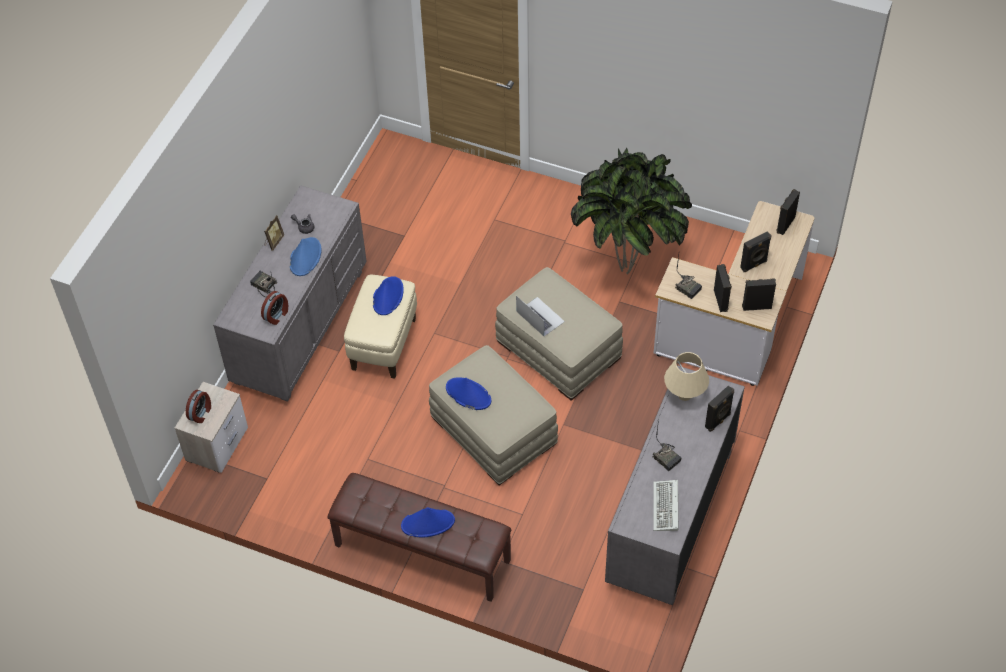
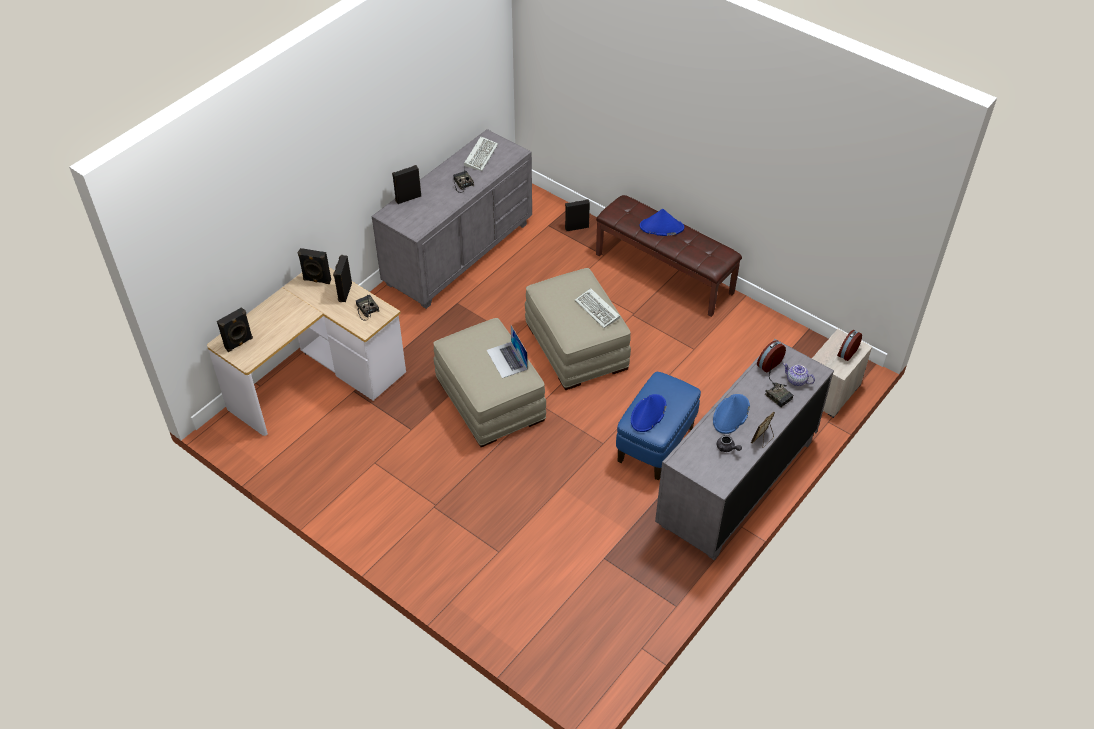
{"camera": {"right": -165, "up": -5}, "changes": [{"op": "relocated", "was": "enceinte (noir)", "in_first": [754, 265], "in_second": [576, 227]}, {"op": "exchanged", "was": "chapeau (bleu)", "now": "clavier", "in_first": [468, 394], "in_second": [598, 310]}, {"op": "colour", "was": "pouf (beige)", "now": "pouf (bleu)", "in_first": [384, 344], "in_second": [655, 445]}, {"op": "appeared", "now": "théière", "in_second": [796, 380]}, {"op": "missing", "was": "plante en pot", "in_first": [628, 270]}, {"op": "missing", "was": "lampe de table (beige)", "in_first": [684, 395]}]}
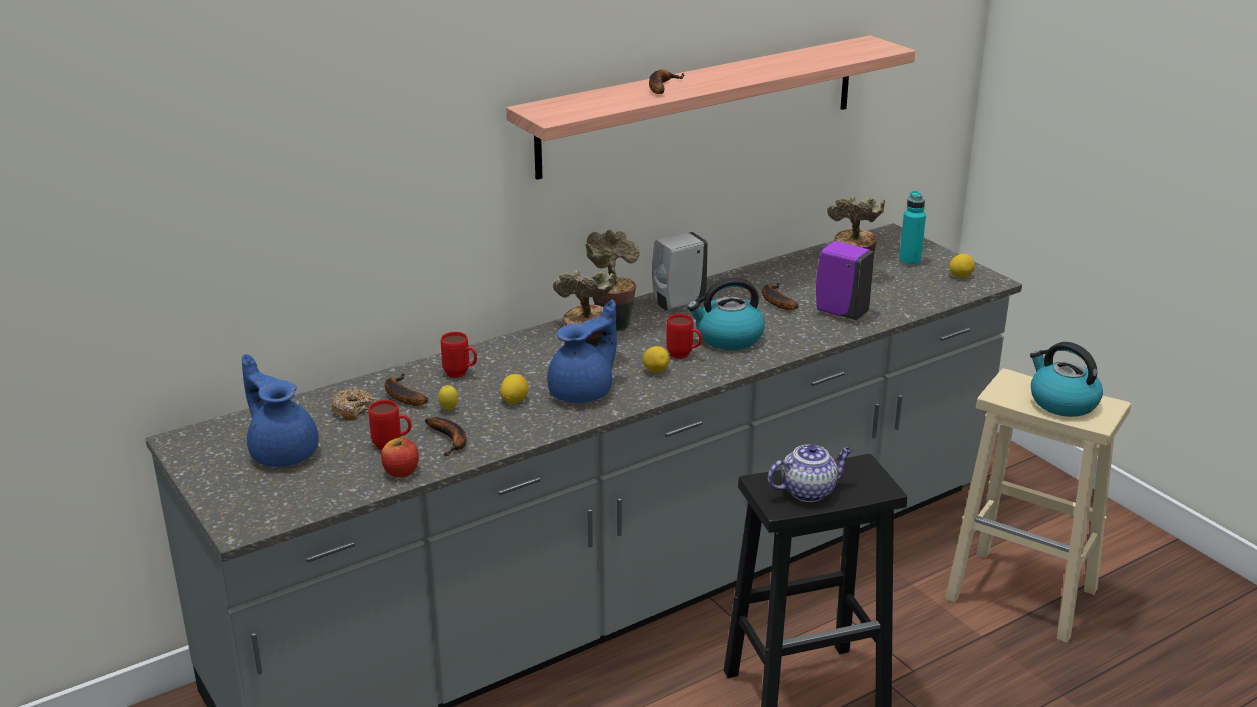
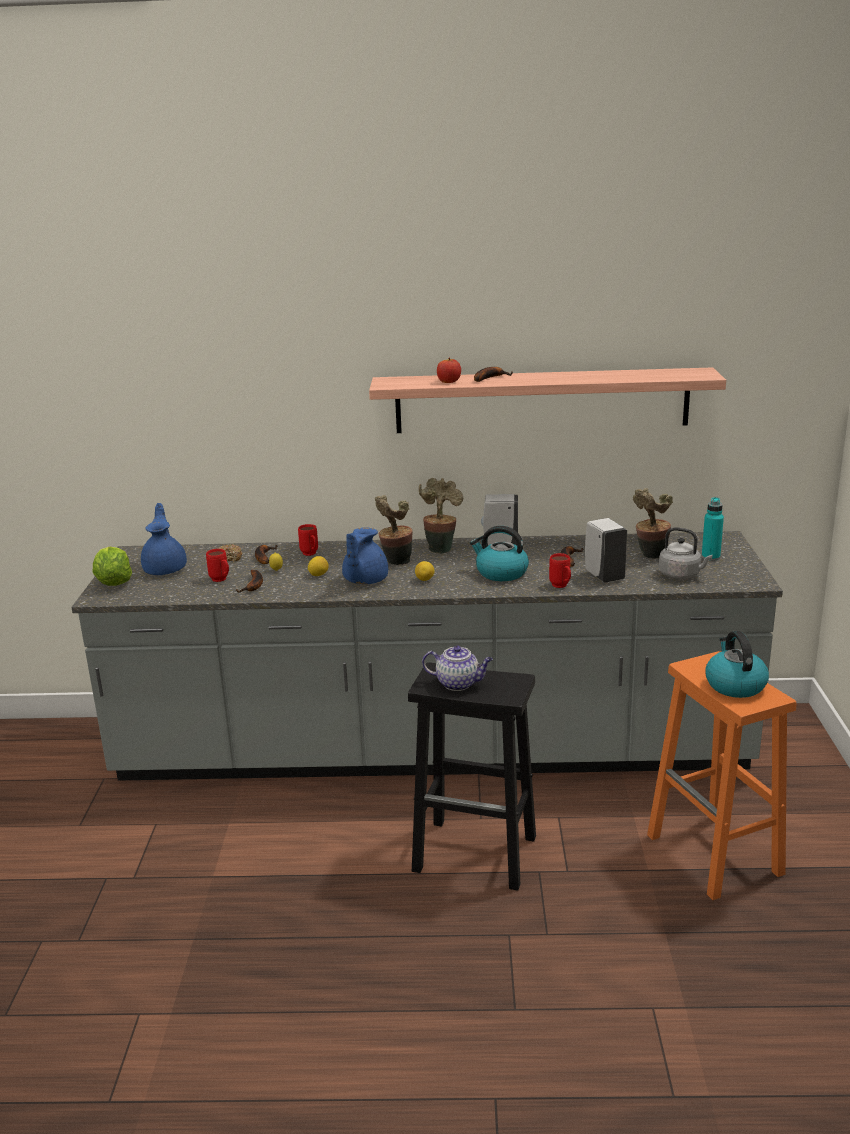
{"camera": {"right": 35, "up": -5}, "changes": [{"op": "appeared", "now": "laitue", "in_second": [114, 582]}, {"op": "spun", "was": "théière (bleu)", "in_first": [583, 392], "in_second": [364, 580], "clockwise": 120}, {"op": "relocated", "was": "pomme", "in_first": [401, 472], "in_second": [449, 381]}, {"op": "relocated", "was": "mug (rouge)", "in_first": [684, 356], "in_second": [561, 586]}, {"op": "colour", "was": "distributeur de savon (violet)", "now": "distributeur de savon (blanc)", "in_first": [839, 312], "in_second": [603, 576]}, {"op": "colour", "was": "tabouret (beige)", "now": "tabouret (orange)", "in_first": [1024, 595], "in_second": [716, 855]}, {"op": "appeared", "now": "bouilloire (gris)", "in_second": [681, 575]}, {"op": "missing", "was": "citron", "in_first": [960, 276]}]}
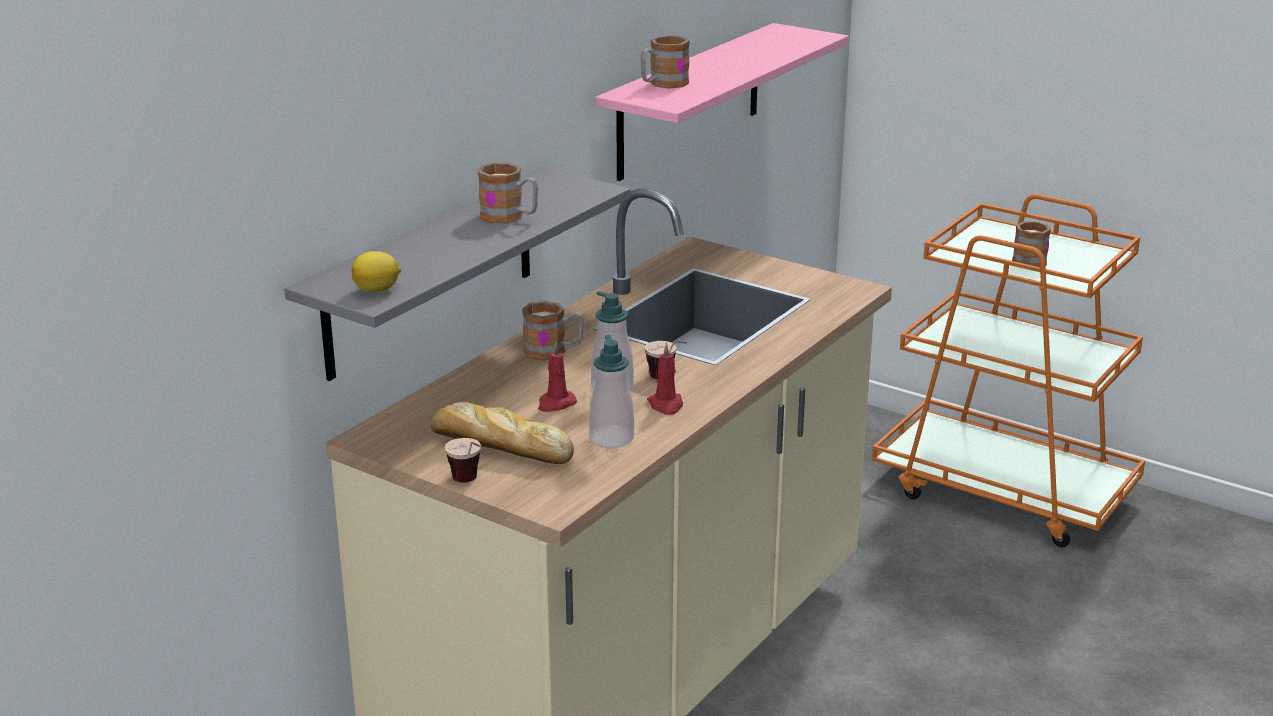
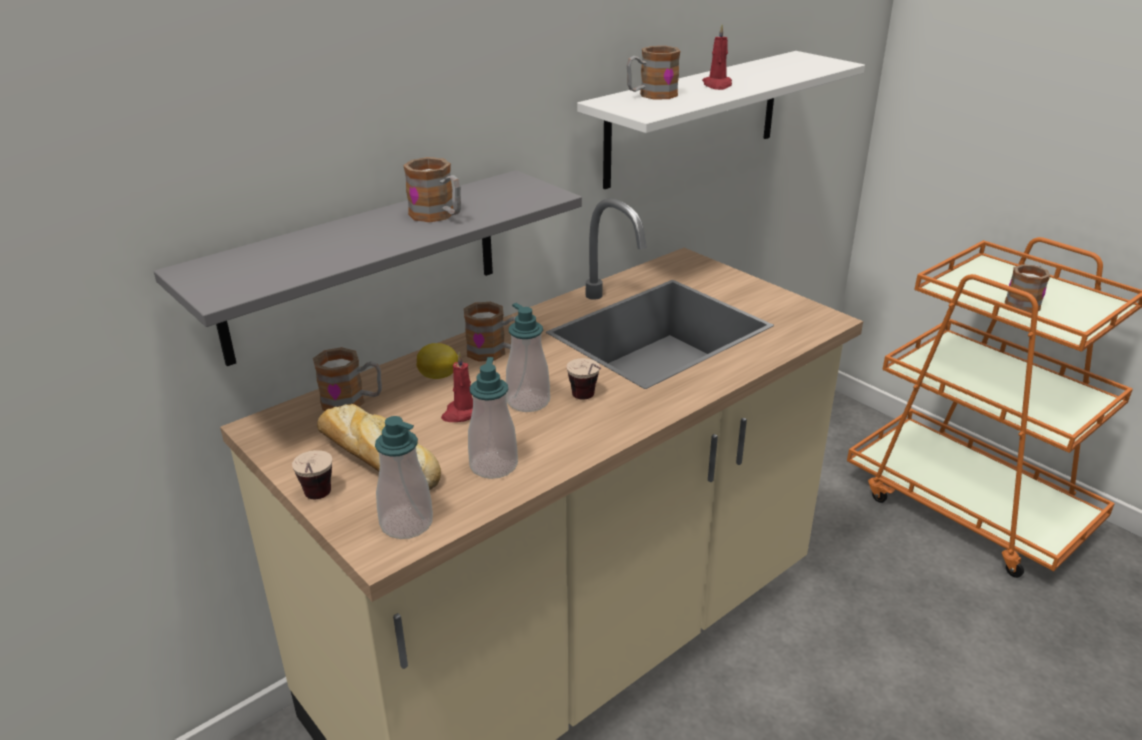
{"camera": {"right": 15, "up": 5}, "changes": [{"op": "appeared", "now": "mug", "in_second": [352, 402]}, {"op": "appeared", "now": "distributeur de savon", "in_second": [406, 523]}, {"op": "relocated", "was": "citron", "in_first": [378, 290], "in_second": [439, 376]}, {"op": "colour", "was": "étagère (rose)", "now": "étagère (blanc)", "in_first": [690, 101], "in_second": [694, 118]}, {"op": "relocated", "was": "bougie (rouge)", "in_first": [666, 405], "in_second": [717, 85]}]}
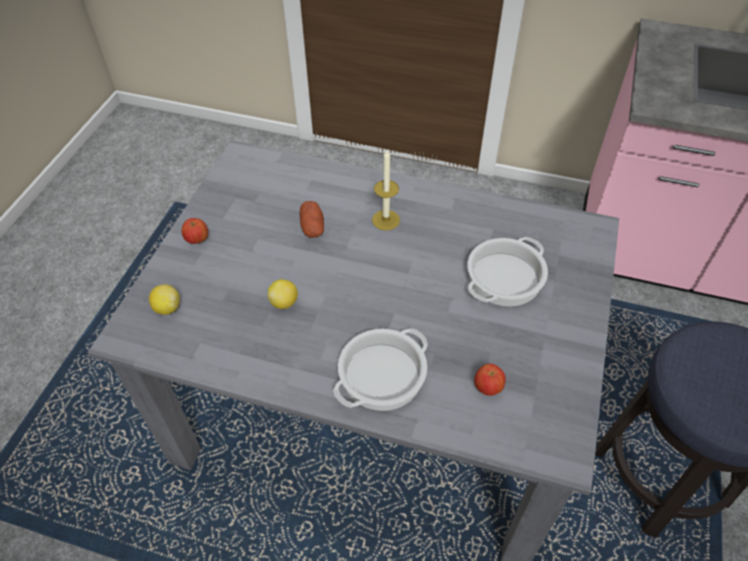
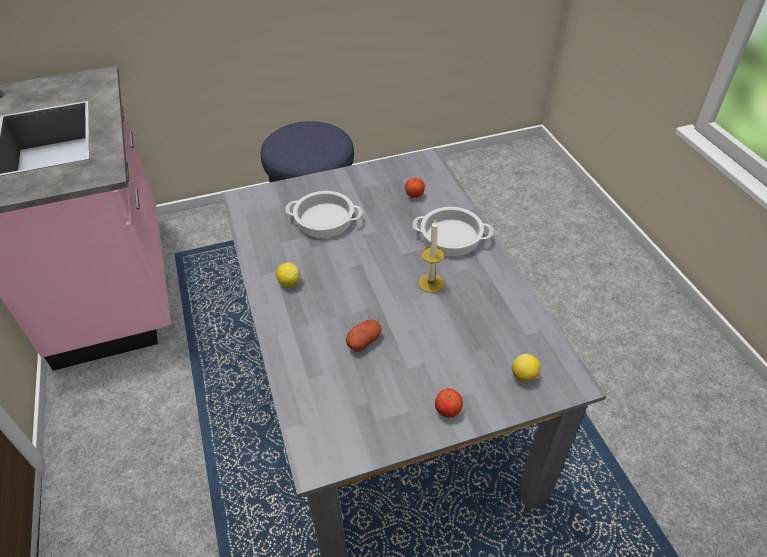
{"camera": {"right": -125, "up": -5}, "changes": [{"op": "relocated", "was": "citron", "in_first": [284, 302], "in_second": [289, 283]}, {"op": "relocated", "was": "bougie", "in_first": [386, 220], "in_second": [431, 283]}]}
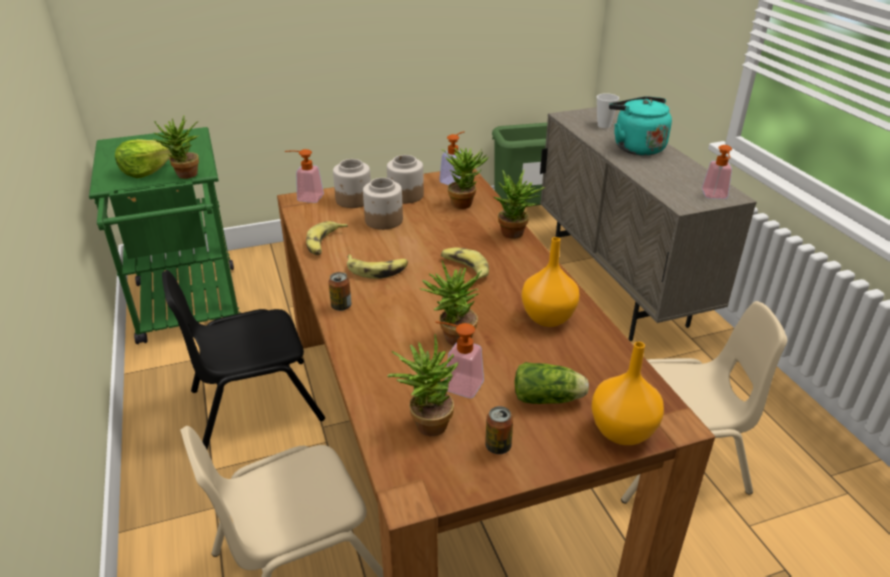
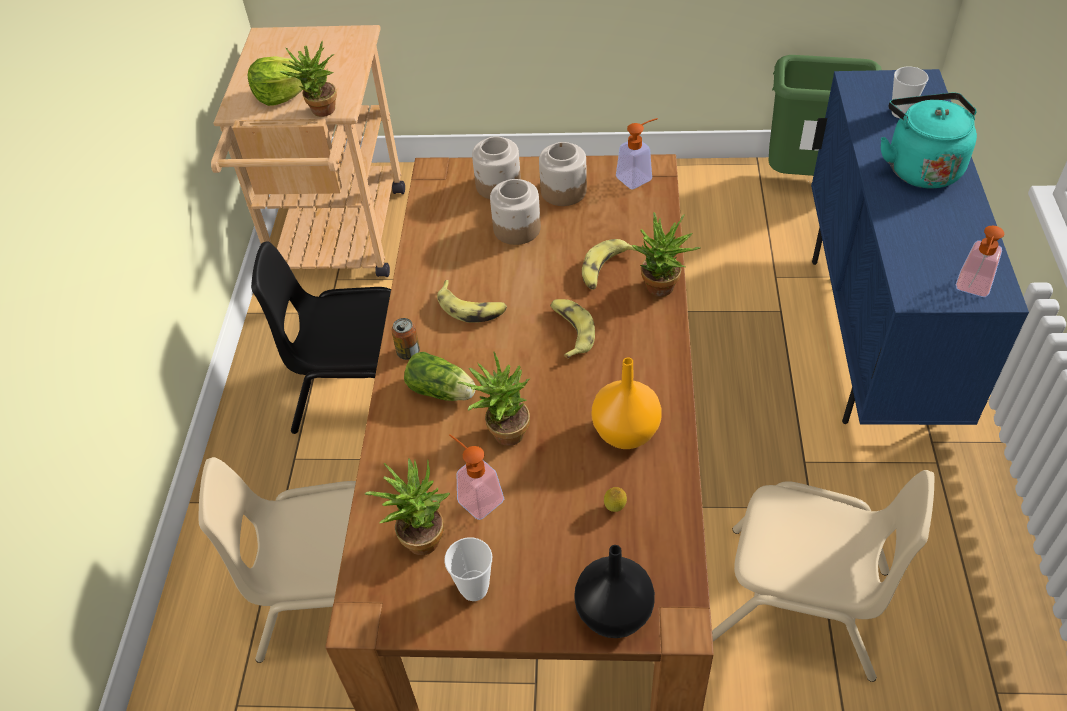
{"camera": {"right": 25, "up": 15}, "changes": [{"op": "colour", "was": "chariot (vert)", "now": "chariot (beige)", "in_first": [190, 310], "in_second": [338, 243]}, {"op": "relocated", "was": "laitue", "in_first": [549, 398], "in_second": [443, 392]}, {"op": "exchanged", "was": "boîte métallique", "now": "tasse", "in_first": [498, 446], "in_second": [474, 589]}, {"op": "colour", "was": "vase (orange)", "now": "vase (noir)", "in_first": [621, 432], "in_second": [612, 614]}, {"op": "relocated", "was": "banane", "in_first": [325, 243], "in_second": [605, 269]}, {"op": "appeared", "now": "citron", "in_second": [615, 508]}, {"op": "colour", "was": "meuble de rangement (beige)", "now": "meuble de rangement (bleu)", "in_first": [617, 289], "in_second": [871, 338]}, {"op": "missing", "was": "distributeur de savon", "in_first": [306, 197]}, {"op": "missing", "was": "plante en pot", "in_first": [464, 202]}]}
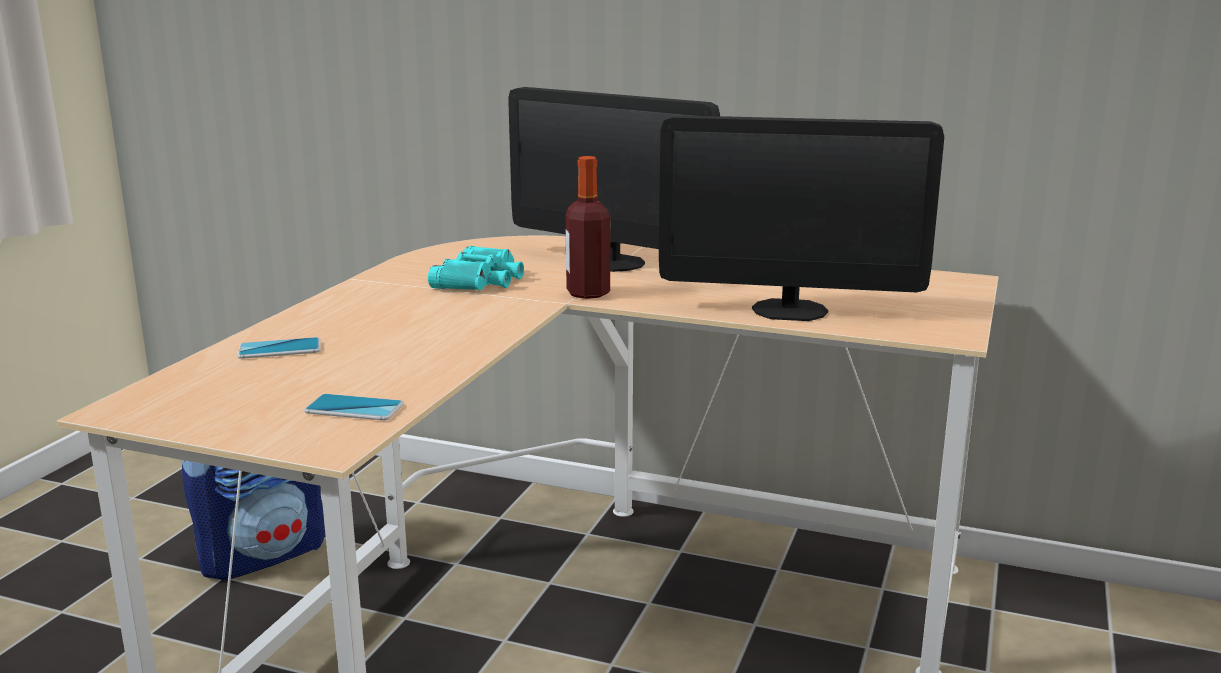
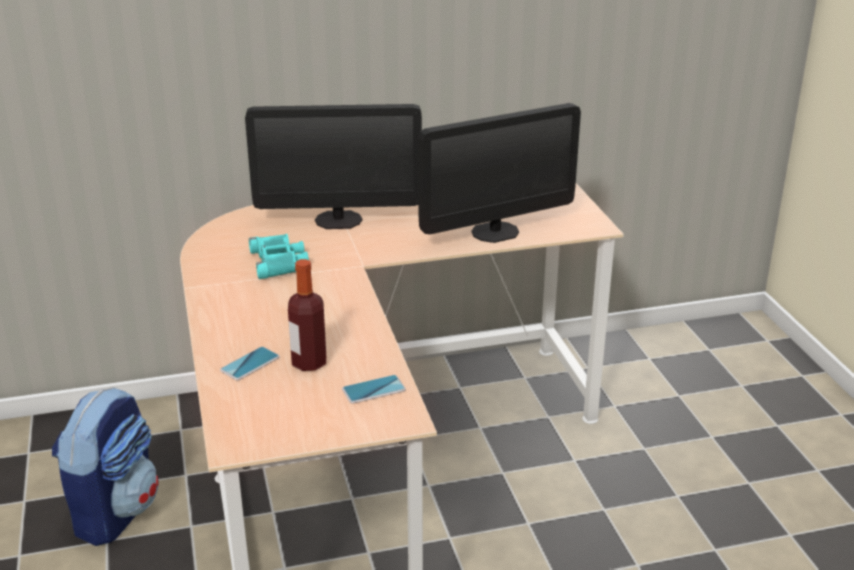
{"camera": {"right": -35, "up": 10}, "changes": [{"op": "relocated", "was": "bouteille", "in_first": [588, 293], "in_second": [309, 363]}]}
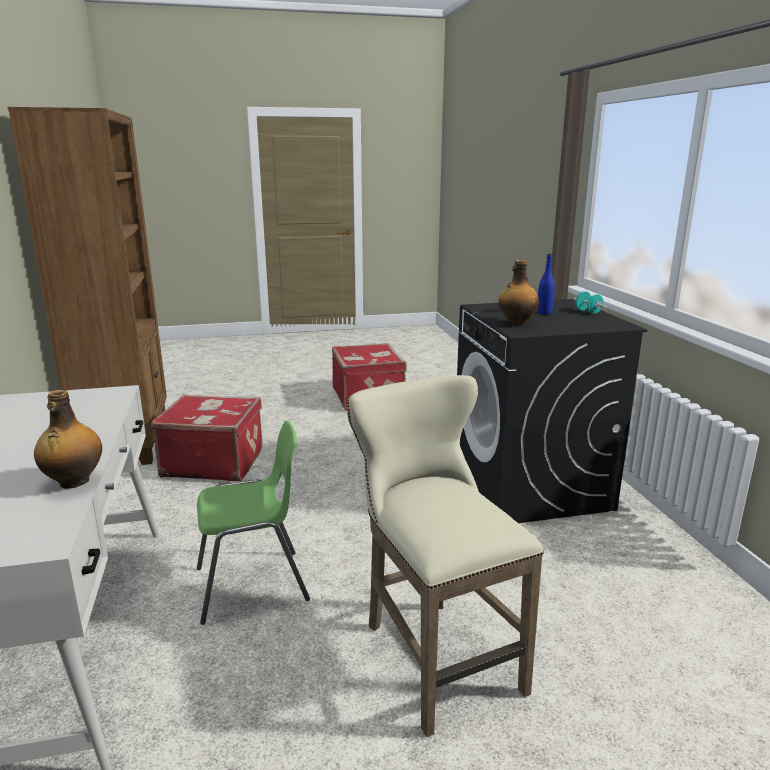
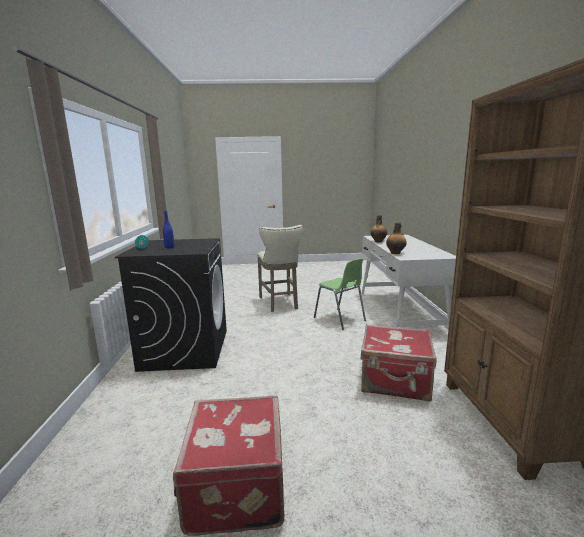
{"camera": {"right": -170, "up": -5}, "changes": [{"op": "spun", "was": "chaise (vert)", "in_first": [253, 585], "in_second": [340, 319], "clockwise": -120}, {"op": "relocated", "was": "bouteille", "in_first": [516, 323], "in_second": [395, 253]}]}
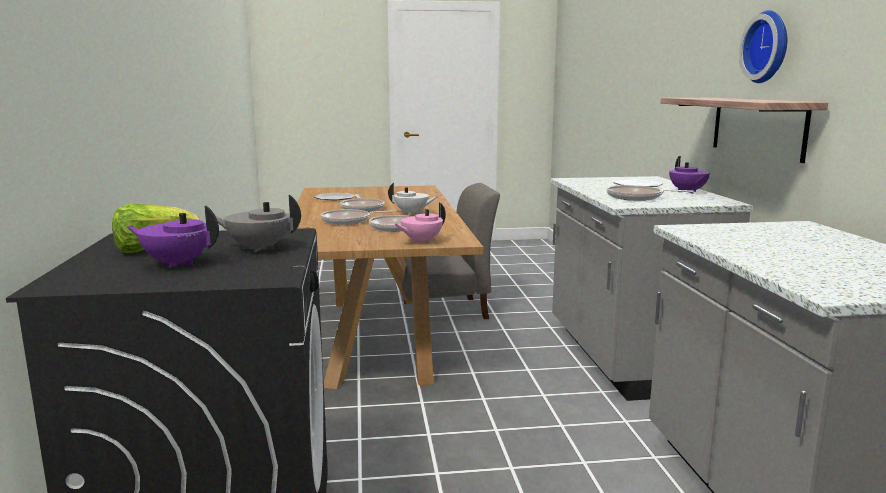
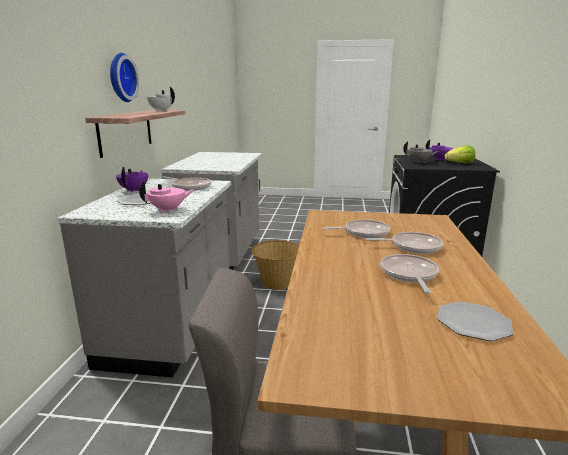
{"camera": {"right": -165, "up": 5}, "changes": [{"op": "relocated", "was": "théière (rose)", "in_first": [421, 241], "in_second": [168, 210]}, {"op": "relocated", "was": "théière (blanc)", "in_first": [412, 213], "in_second": [161, 111]}, {"op": "appeared", "now": "panier", "in_second": [277, 282]}]}
